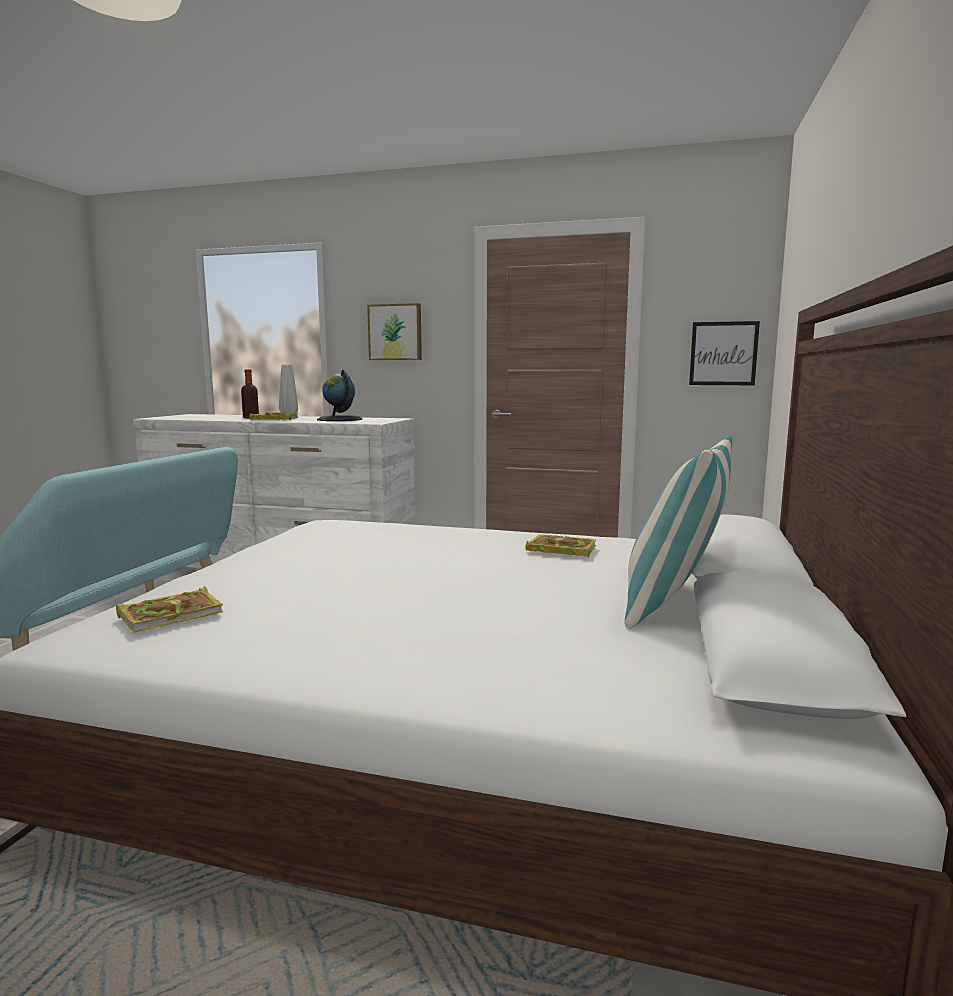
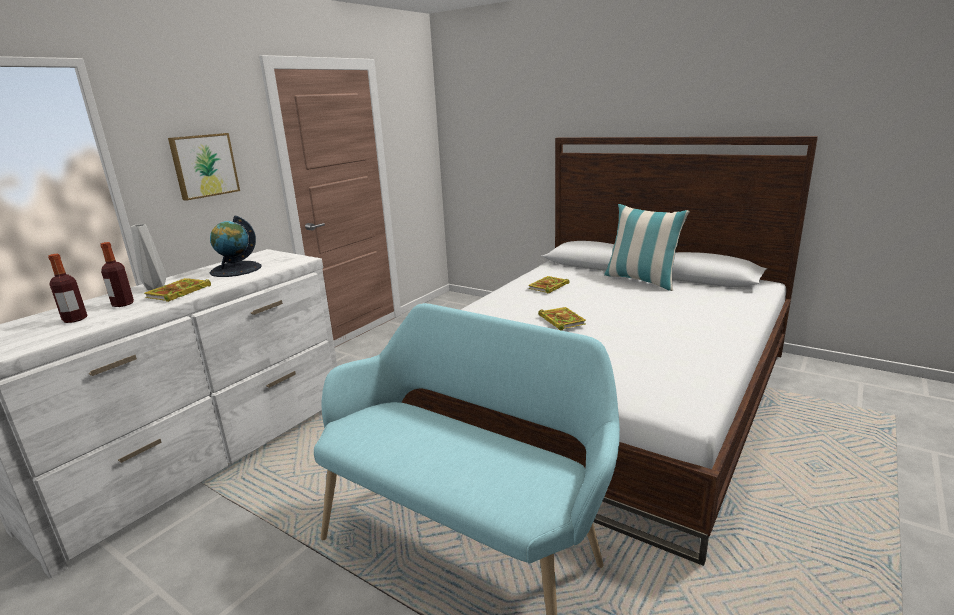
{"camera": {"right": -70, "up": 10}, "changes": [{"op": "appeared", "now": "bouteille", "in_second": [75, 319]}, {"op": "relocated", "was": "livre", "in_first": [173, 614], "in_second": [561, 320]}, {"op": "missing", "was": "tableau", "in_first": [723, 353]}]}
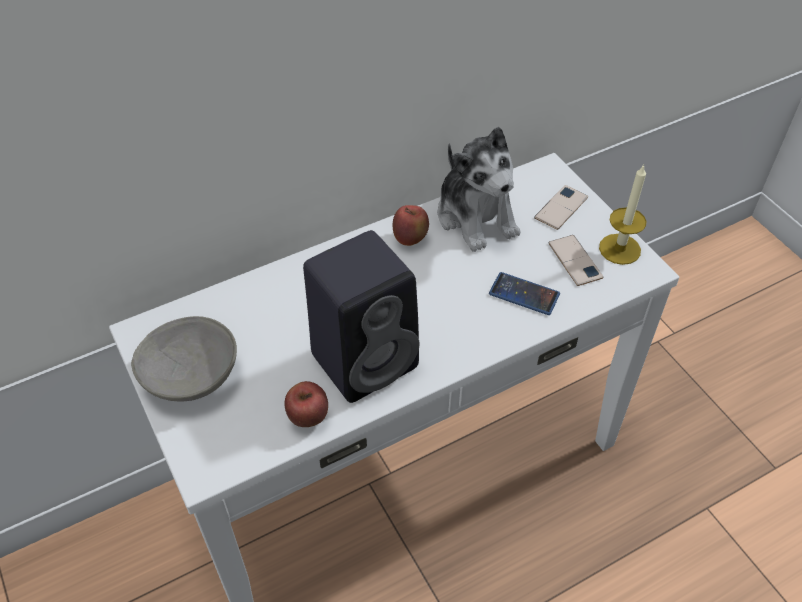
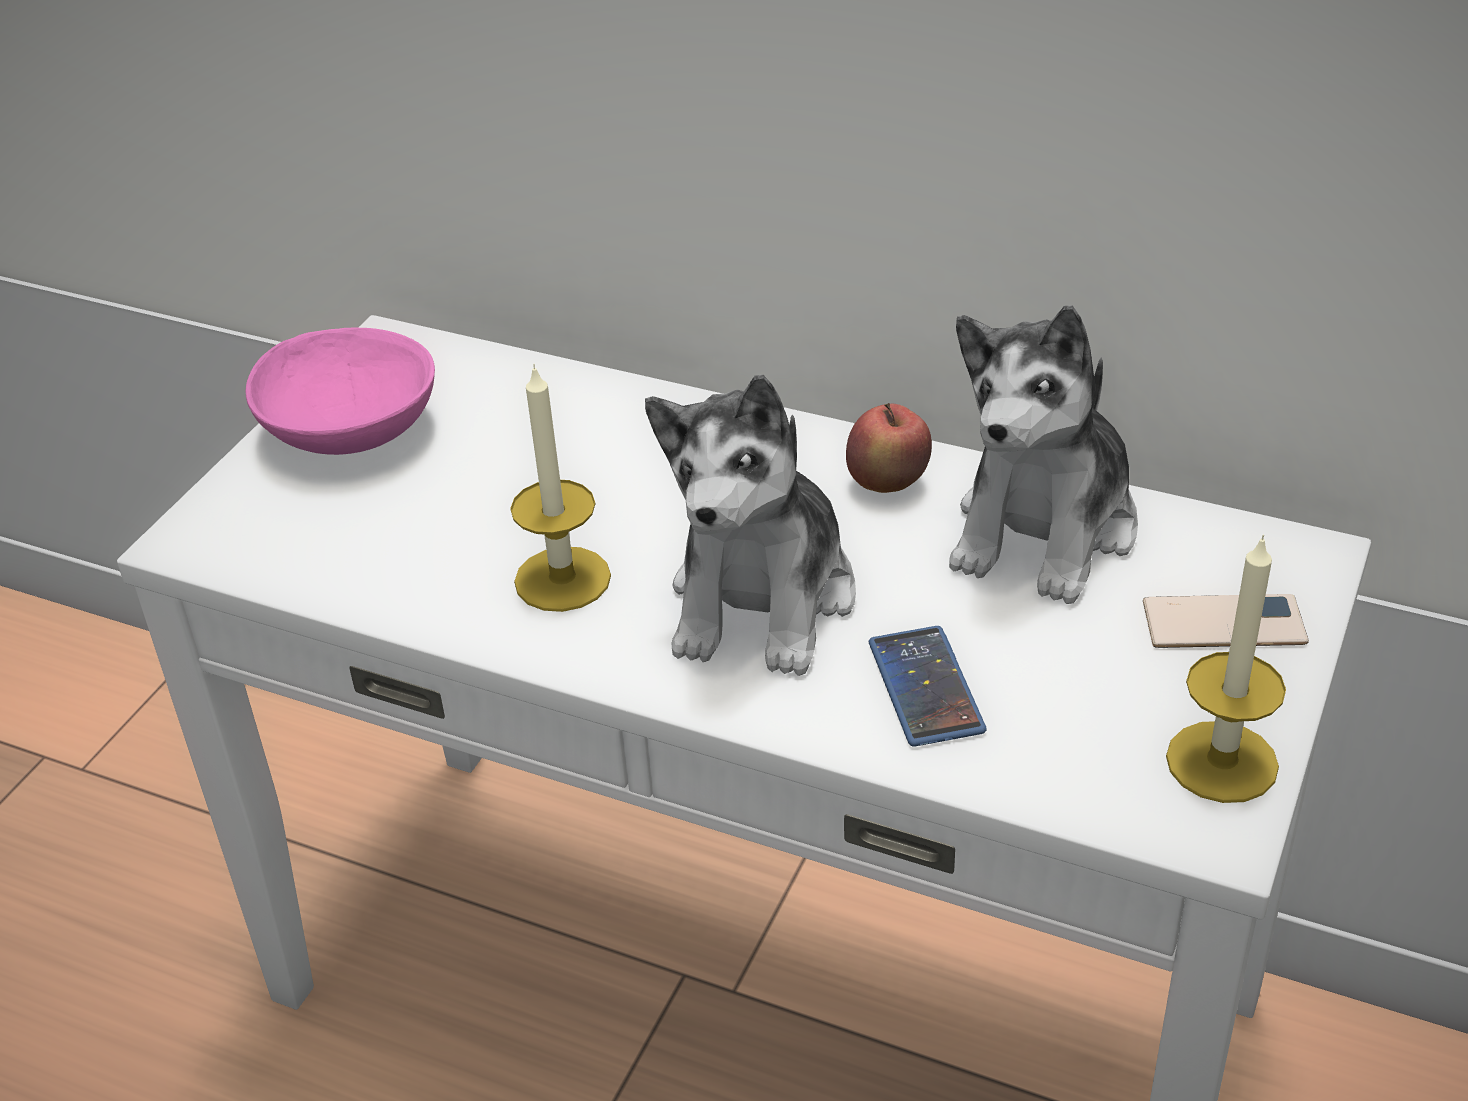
{"camera": {"right": 55, "up": -10}, "changes": [{"op": "colour", "was": "bol (gris)", "now": "bol (rose)", "in_first": [191, 377], "in_second": [349, 432]}, {"op": "exchanged", "was": "enceinte (noir)", "now": "bougie", "in_first": [367, 358], "in_second": [562, 579]}, {"op": "appeared", "now": "peluche", "in_second": [763, 599]}, {"op": "missing", "was": "pomme", "in_first": [308, 417]}, {"op": "missing", "was": "téléphone", "in_first": [575, 260]}]}
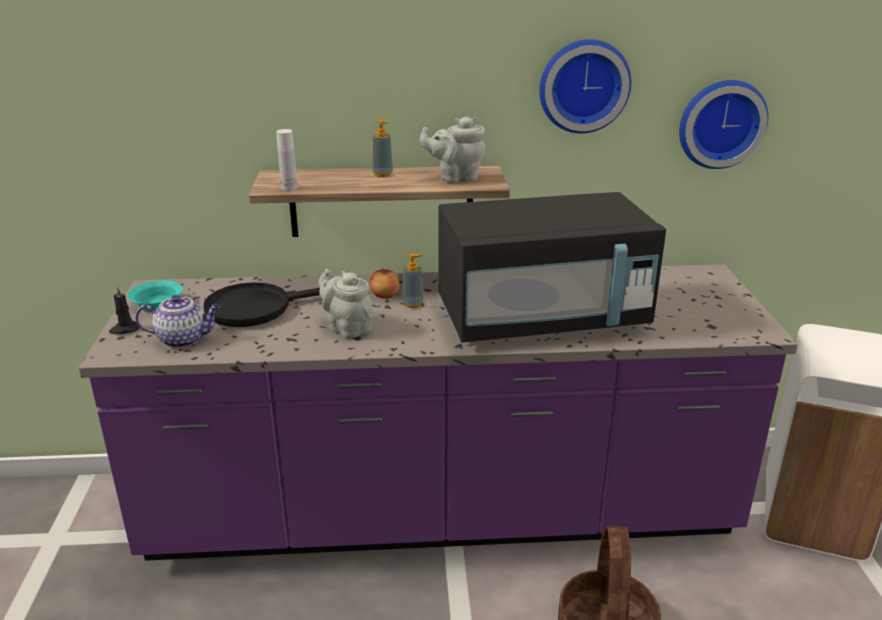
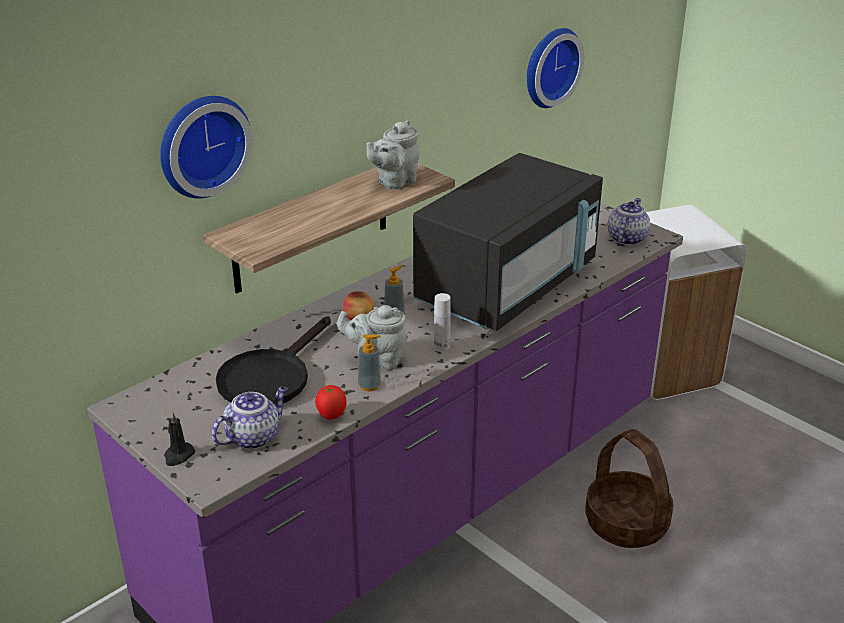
{"camera": {"right": -40, "up": 5}, "changes": [{"op": "relocated", "was": "horloge murale", "in_first": [583, 85], "in_second": [201, 144]}, {"op": "appeared", "now": "tomate", "in_second": [331, 416]}, {"op": "relocated", "was": "distributeur de savon", "in_first": [382, 174], "in_second": [369, 386]}, {"op": "relocated", "was": "bouteille (blanc)", "in_first": [289, 187], "in_second": [442, 346]}, {"op": "appeared", "now": "théière", "in_second": [626, 238]}, {"op": "missing", "was": "bol (turquoise)", "in_first": [156, 305]}]}
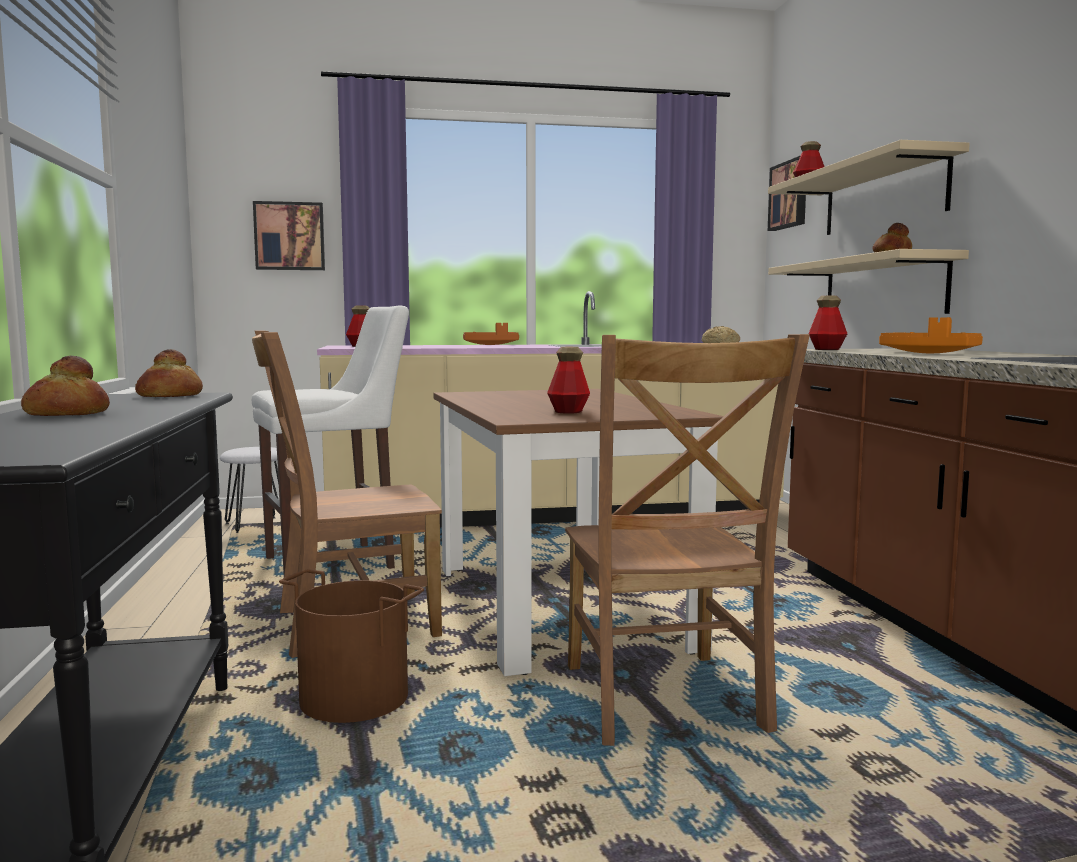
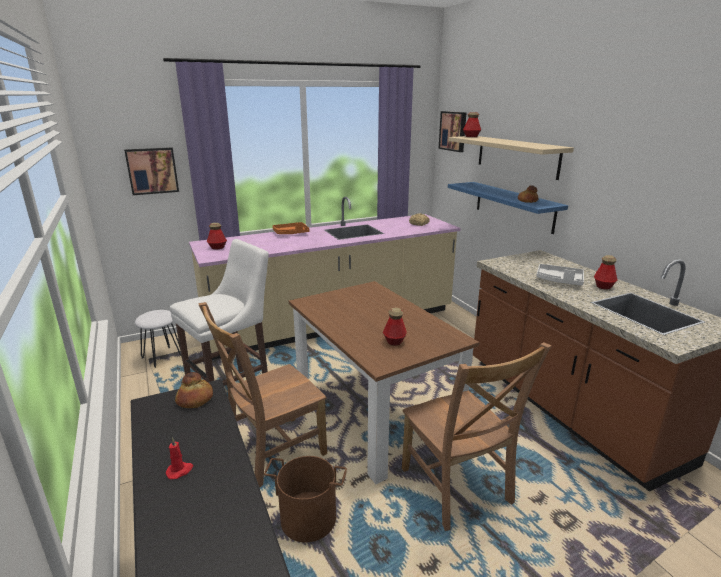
{"camera": {"right": -15, "up": 15}, "changes": [{"op": "exchanged", "was": "pain", "now": "bougie (rouge)", "in_first": [65, 414], "in_second": [180, 471]}, {"op": "colour", "was": "étagère (beige)", "now": "étagère (bleu)", "in_first": [883, 287], "in_second": [513, 206]}, {"op": "colour", "was": "plateau (orange)", "now": "plateau (blanc)", "in_first": [928, 353], "in_second": [559, 281]}, {"op": "relocated", "was": "bouteille", "in_first": [827, 349], "in_second": [603, 286]}]}
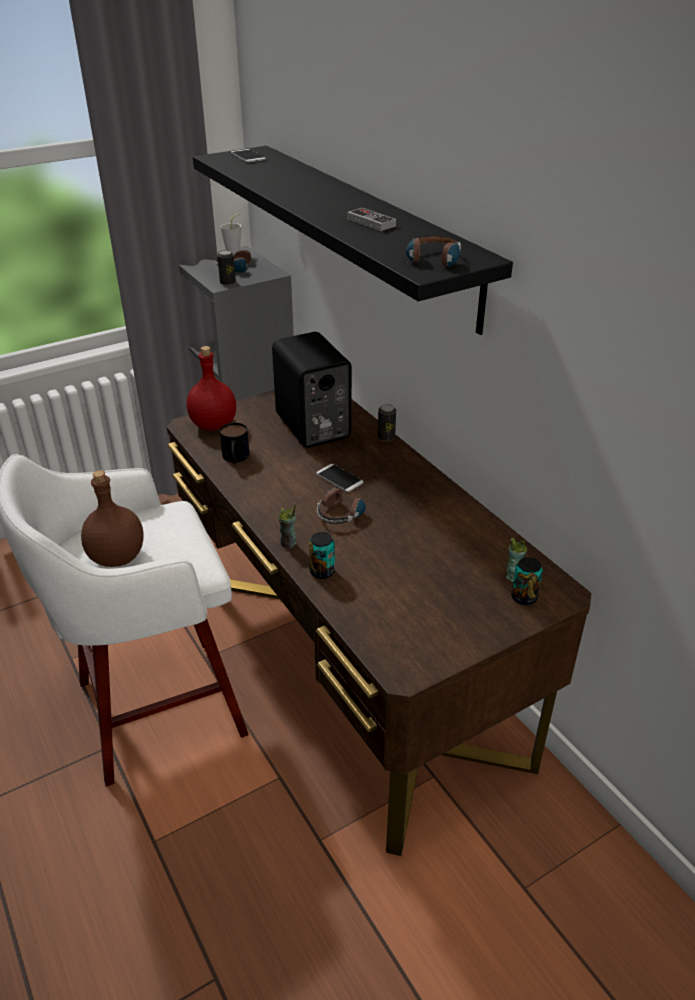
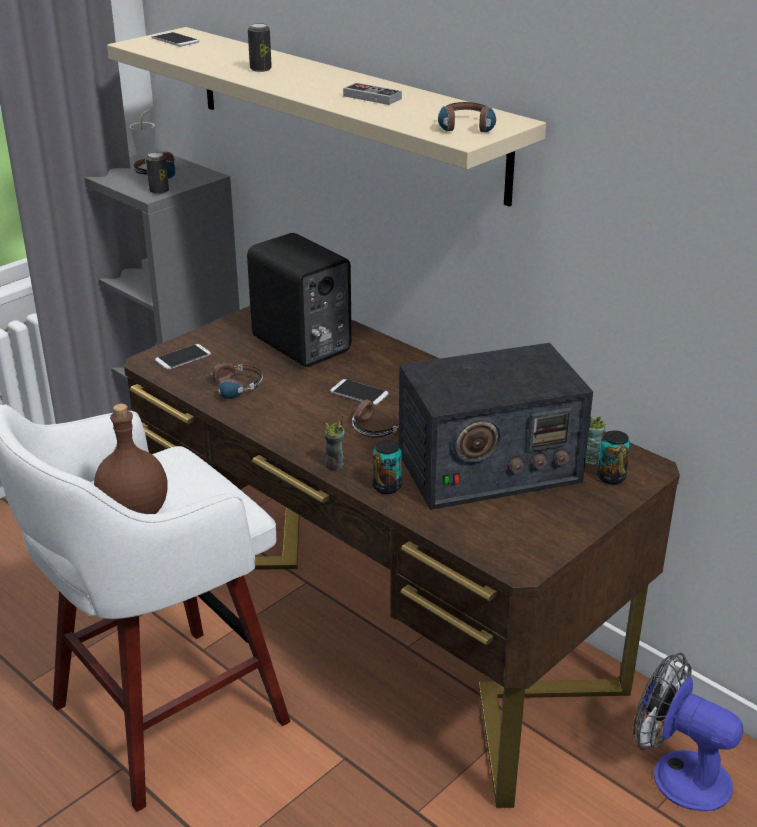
{"camera": {"right": -15, "up": -5}, "changes": [{"op": "colour", "was": "étagère (noir)", "now": "étagère (beige)", "in_first": [366, 230], "in_second": [344, 110]}, {"op": "exchanged", "was": "bouteille (rouge)", "now": "téléphone", "in_first": [214, 425], "in_second": [183, 357]}, {"op": "exchanged", "was": "mug", "now": "casque audio", "in_first": [235, 458], "in_second": [227, 389]}, {"op": "relocated", "was": "boîte métallique", "in_first": [386, 437], "in_second": [260, 69]}, {"op": "appeared", "now": "radio", "in_second": [487, 468]}, {"op": "appeared", "now": "ventilateur", "in_second": [678, 773]}]}
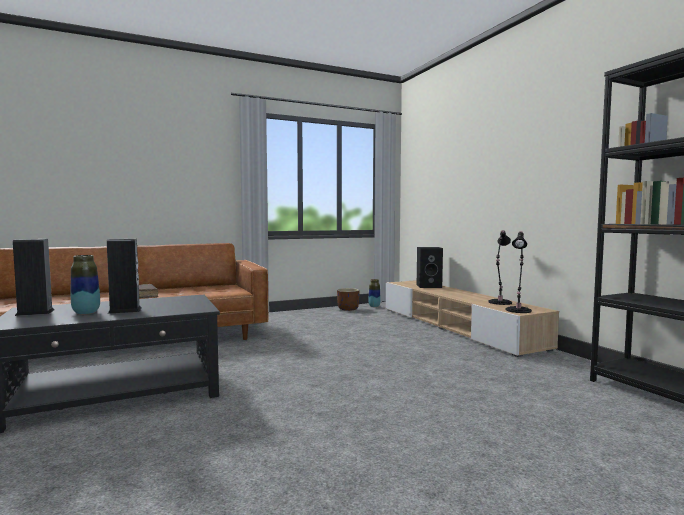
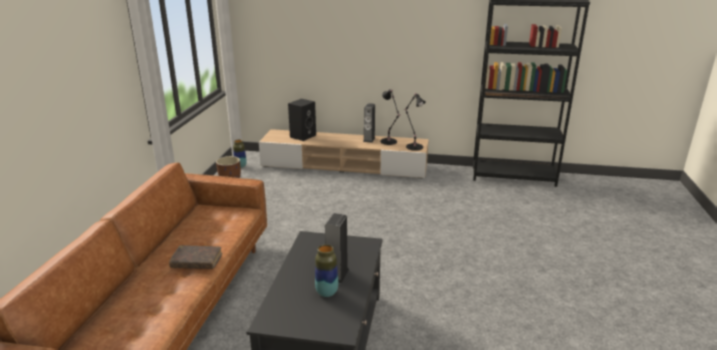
{"camera": {"right": -55, "up": 20}, "changes": [{"op": "relocated", "was": "enceinte", "in_first": [35, 312], "in_second": [369, 139]}]}
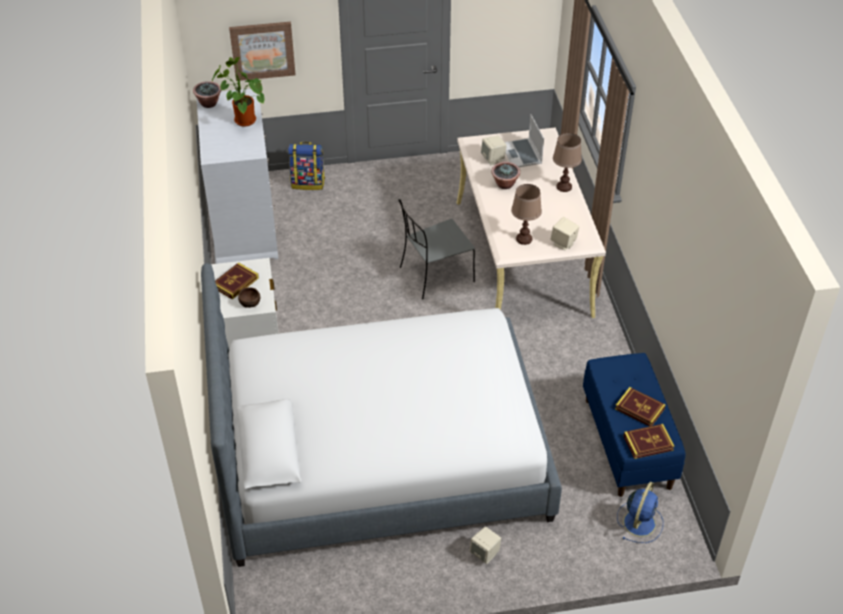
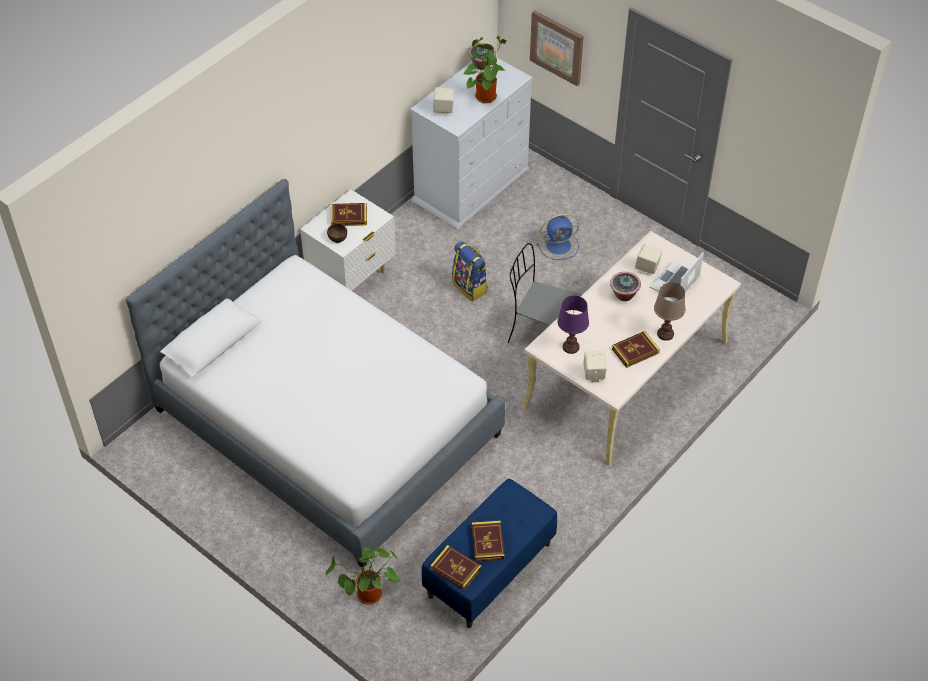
{"camera": {"right": 50, "up": 5}, "changes": [{"op": "appeared", "now": "plante en pot", "in_second": [367, 597]}, {"op": "relocated", "was": "enceinte (beige)", "in_first": [485, 553], "in_second": [444, 110]}, {"op": "relocated", "was": "sac à dos", "in_first": [308, 183], "in_second": [470, 287]}, {"op": "relocated", "was": "ventilateur (bleu)", "in_first": [639, 522], "in_second": [559, 245]}, {"op": "colour", "was": "lampe de table (marron)", "now": "lampe de table (violet)", "in_first": [524, 239], "in_second": [570, 347]}, {"op": "appeared", "now": "livre", "in_second": [635, 351]}]}
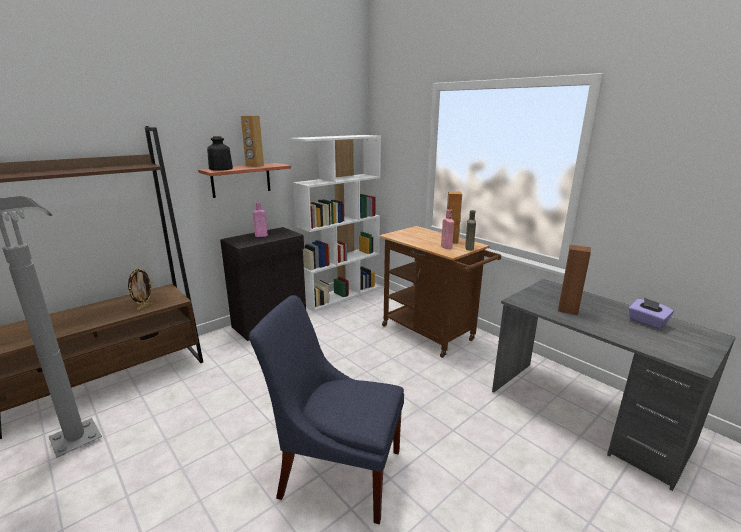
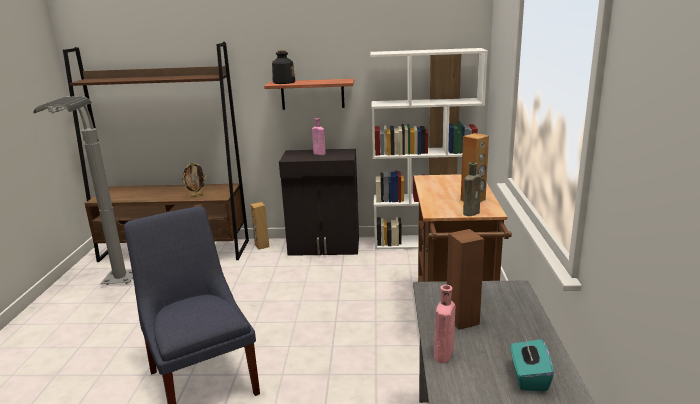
{"camera": {"right": 45, "up": 0}, "changes": [{"op": "relocated", "was": "enceinte (marron)", "in_first": [254, 166], "in_second": [261, 246]}, {"op": "relocated", "was": "bouteille (rose)", "in_first": [447, 247], "in_second": [443, 356]}, {"op": "colour", "was": "boîte à mouchoirs (violet)", "now": "boîte à mouchoirs (turquoise)", "in_first": [647, 322], "in_second": [528, 377]}]}
